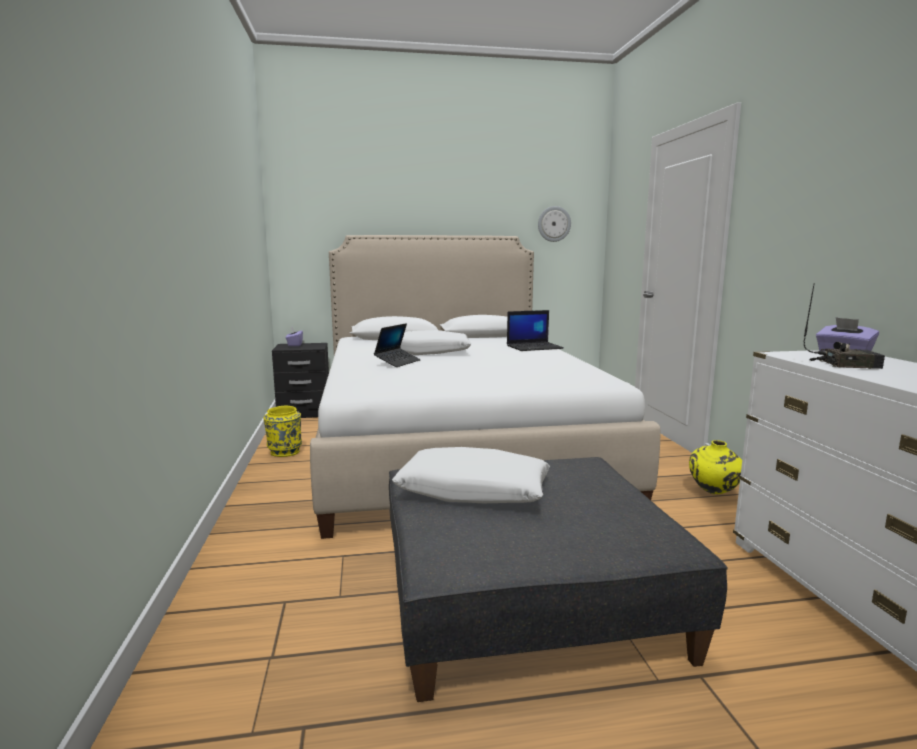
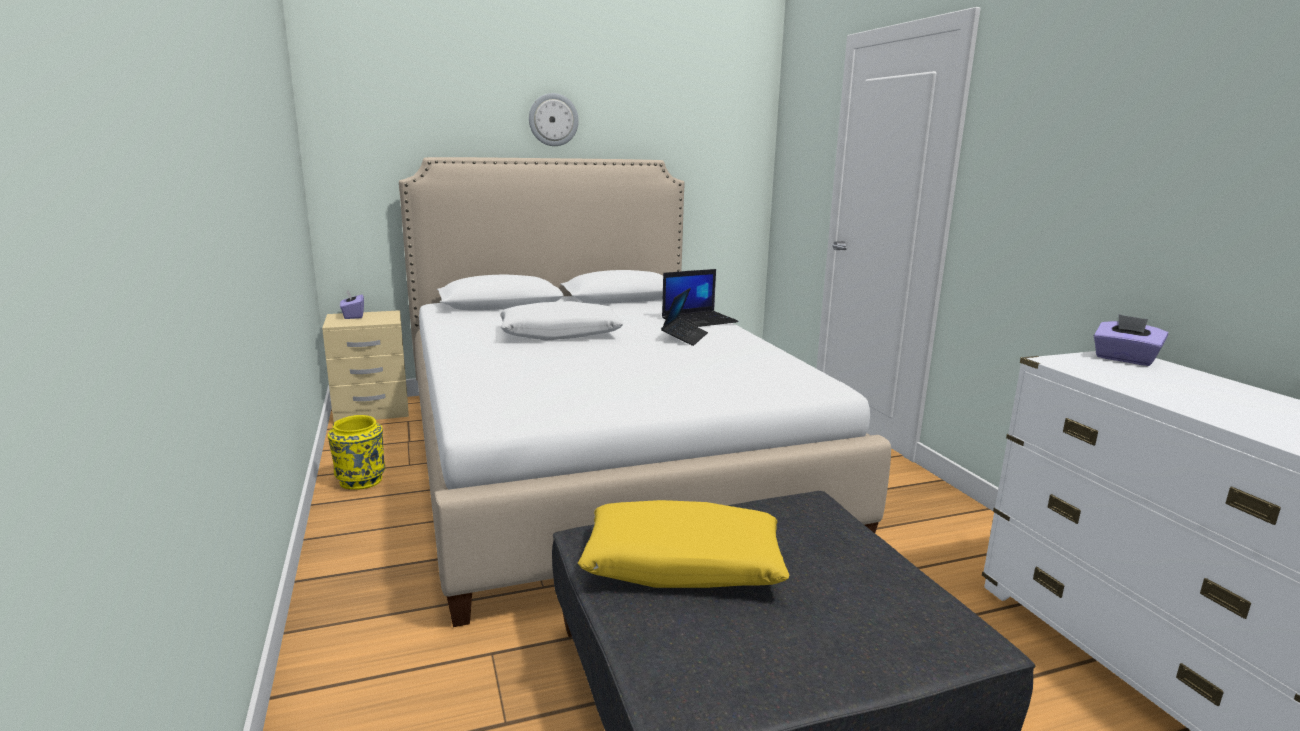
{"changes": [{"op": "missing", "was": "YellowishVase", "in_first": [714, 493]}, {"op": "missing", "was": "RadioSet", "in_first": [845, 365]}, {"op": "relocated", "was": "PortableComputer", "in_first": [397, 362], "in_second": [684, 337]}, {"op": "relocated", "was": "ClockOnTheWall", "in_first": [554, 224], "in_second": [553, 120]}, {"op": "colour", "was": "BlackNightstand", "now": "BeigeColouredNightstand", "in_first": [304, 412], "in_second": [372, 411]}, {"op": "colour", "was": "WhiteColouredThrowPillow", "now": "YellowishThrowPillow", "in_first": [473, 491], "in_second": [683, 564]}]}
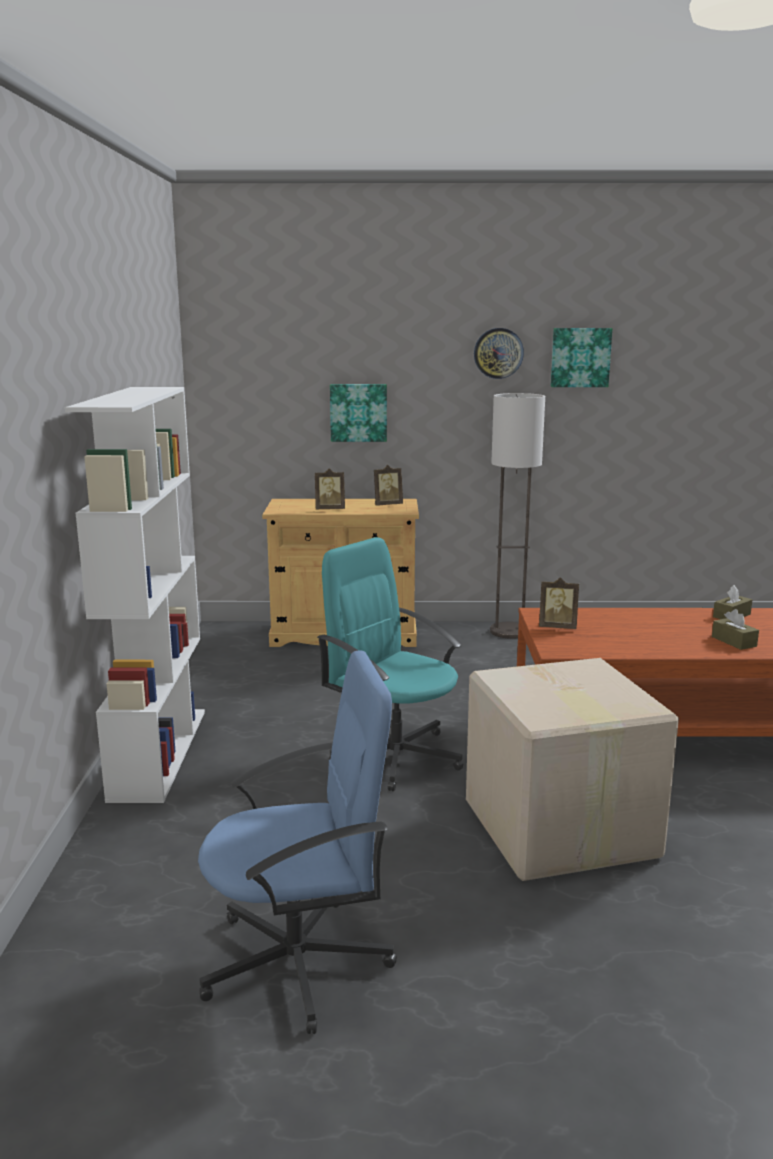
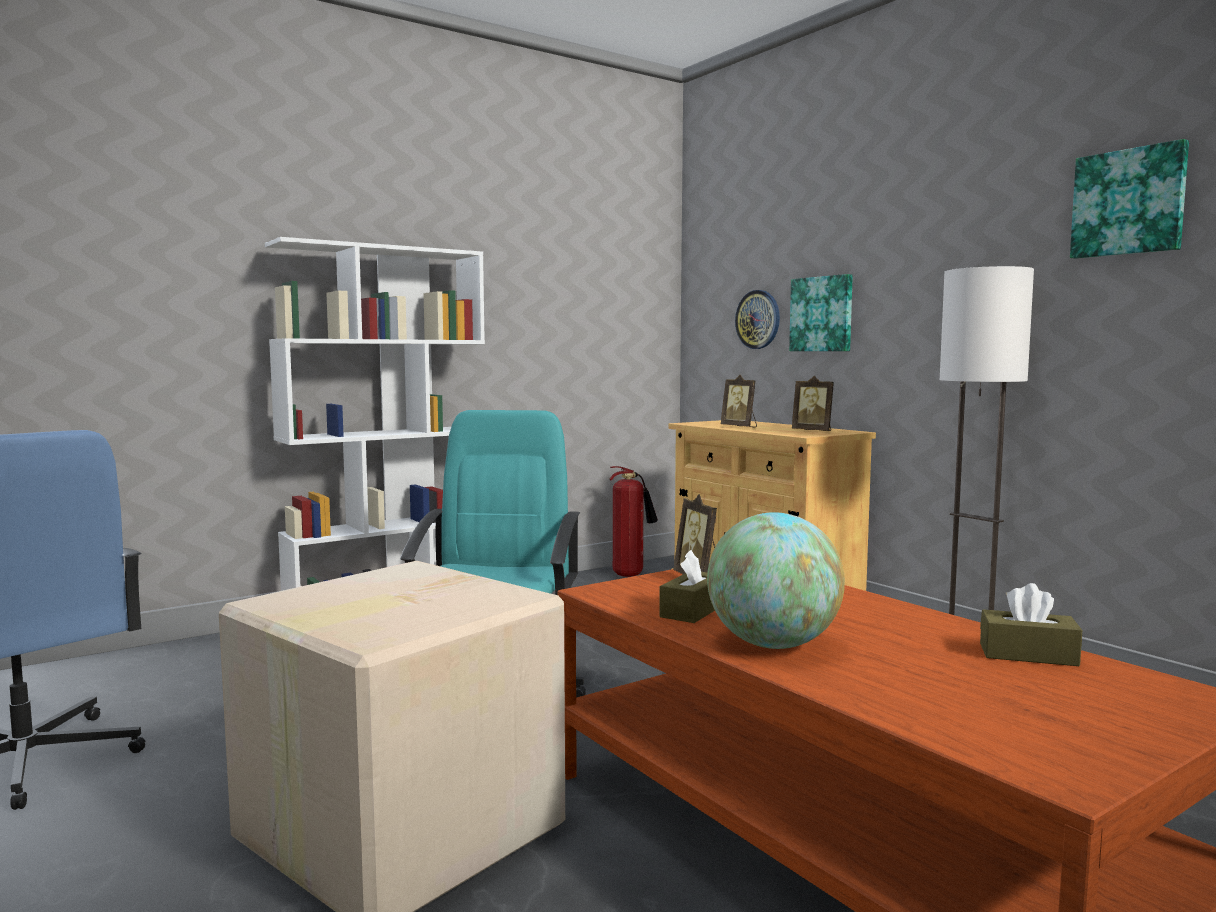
{"changes": [{"op": "appeared", "now": "FireExtinguisher", "in_second": [631, 574]}, {"op": "appeared", "now": "DeskGlobe", "in_second": [773, 645]}, {"op": "relocated", "was": "ClockOnTheWall", "in_first": [498, 353], "in_second": [758, 319]}, {"op": "relocated", "was": "BrownishTissueHolder", "in_first": [734, 641], "in_second": [692, 611]}]}
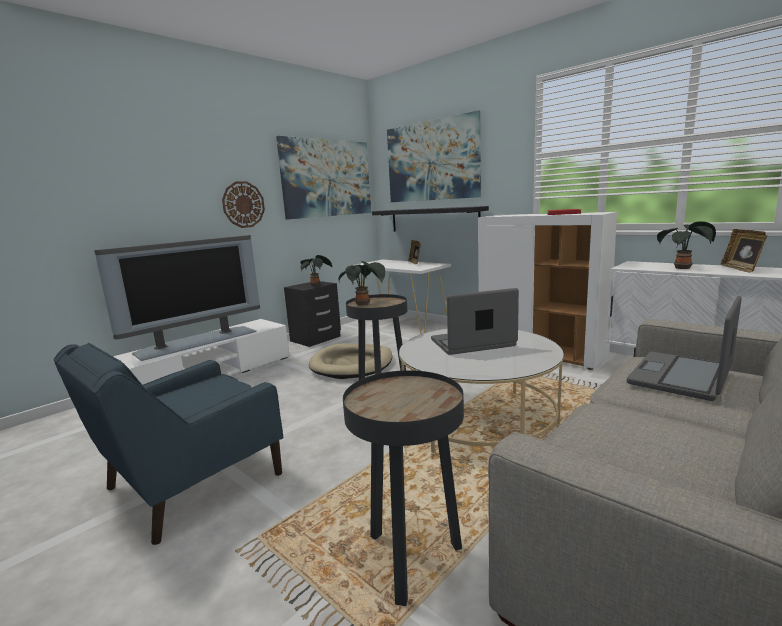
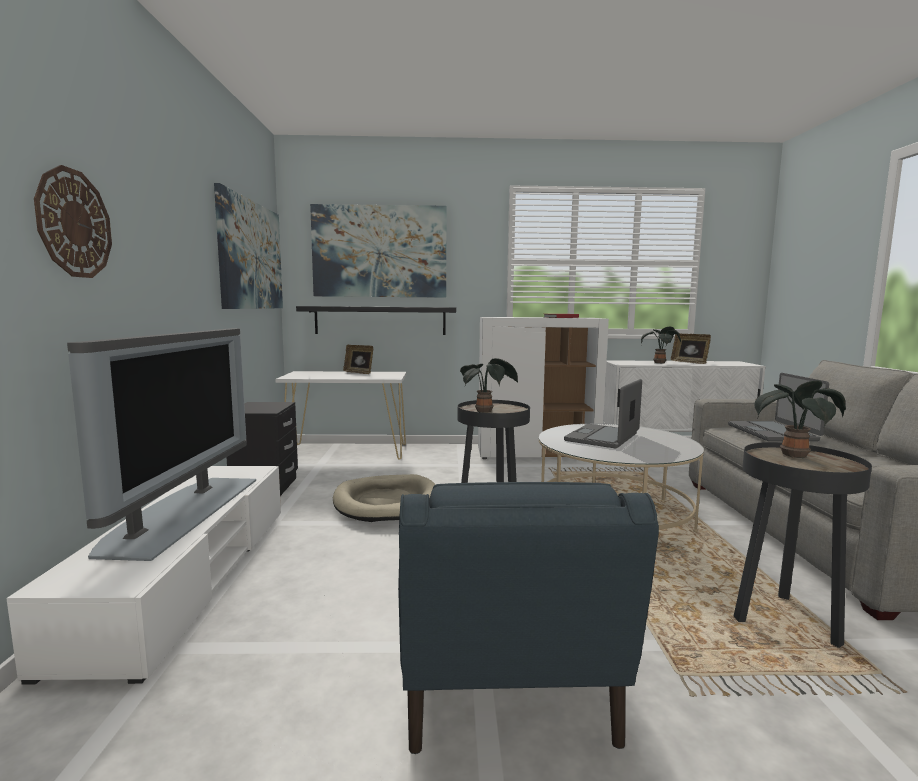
{"changes": [{"op": "relocated", "was": "ClockOnTheWall", "in_first": [243, 204], "in_second": [74, 223]}, {"op": "relocated", "was": "Houseplant", "in_first": [316, 285], "in_second": [794, 455]}]}
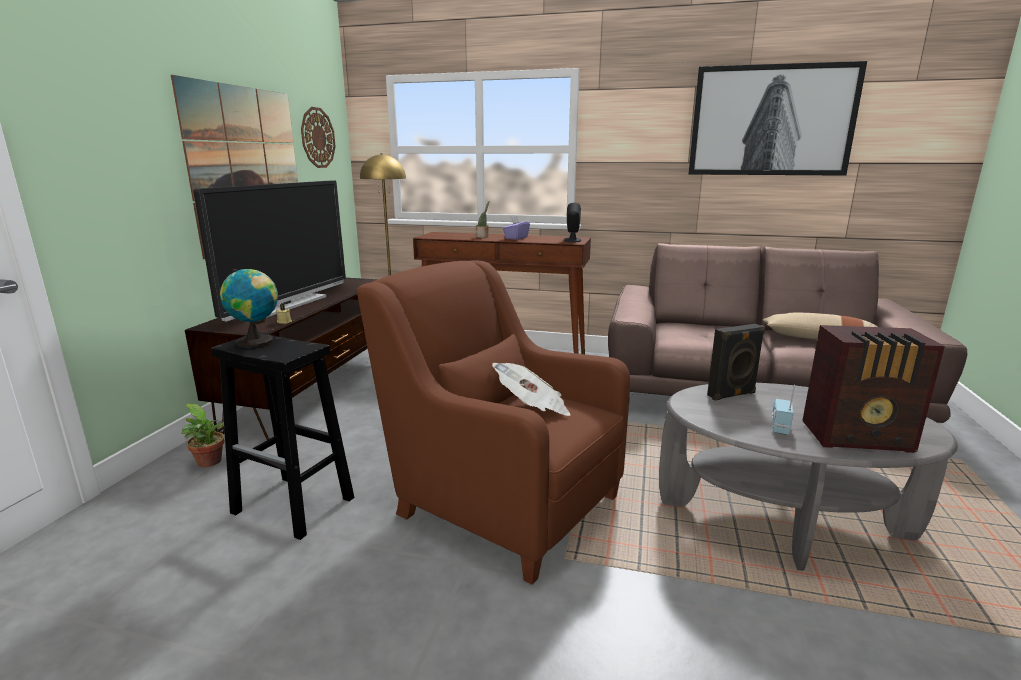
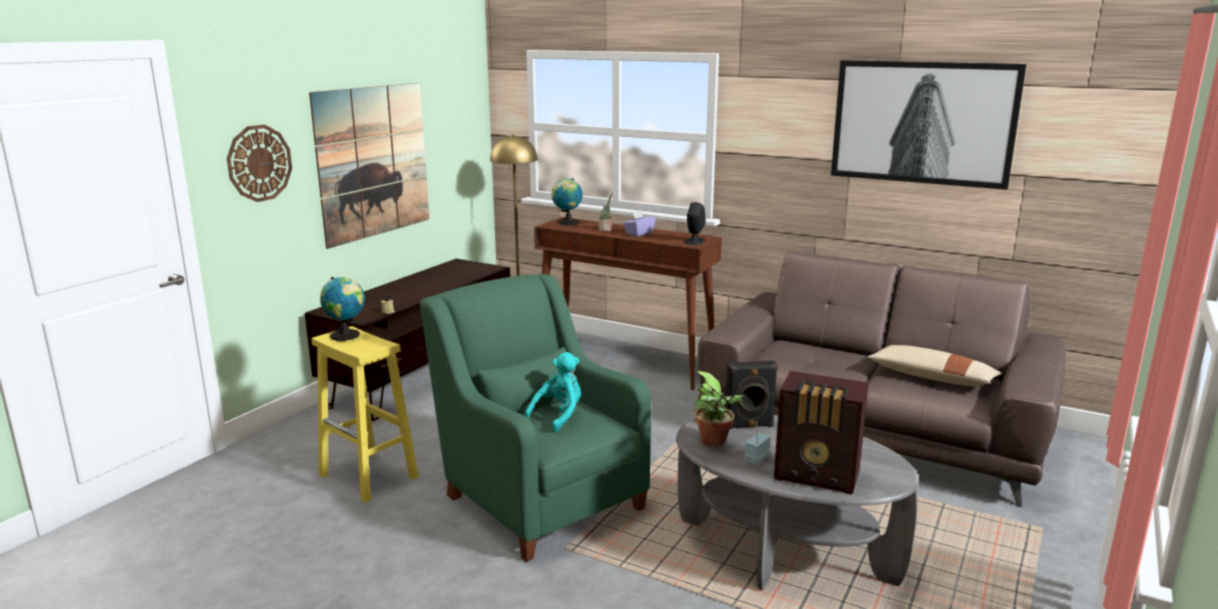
{"changes": [{"op": "missing", "was": "TvSet", "in_first": [286, 305]}, {"op": "appeared", "now": "DeskGlobe", "in_second": [567, 222]}, {"op": "relocated", "was": "Houseplant", "in_first": [211, 463], "in_second": [716, 442]}, {"op": "relocated", "was": "ClockOnTheWall", "in_first": [317, 138], "in_second": [259, 163]}, {"op": "exchanged", "was": "Newspaper", "now": "TurquoiseColouredCuddlyToy", "in_first": [532, 408], "in_second": [559, 416]}, {"op": "colour", "was": "BlackSittingStool", "now": "YellowishSittingStool", "in_first": [295, 505], "in_second": [370, 477]}, {"op": "colour", "was": "BrownishLoungeChair", "now": "GreenLoungeChair", "in_first": [501, 501], "in_second": [539, 497]}]}
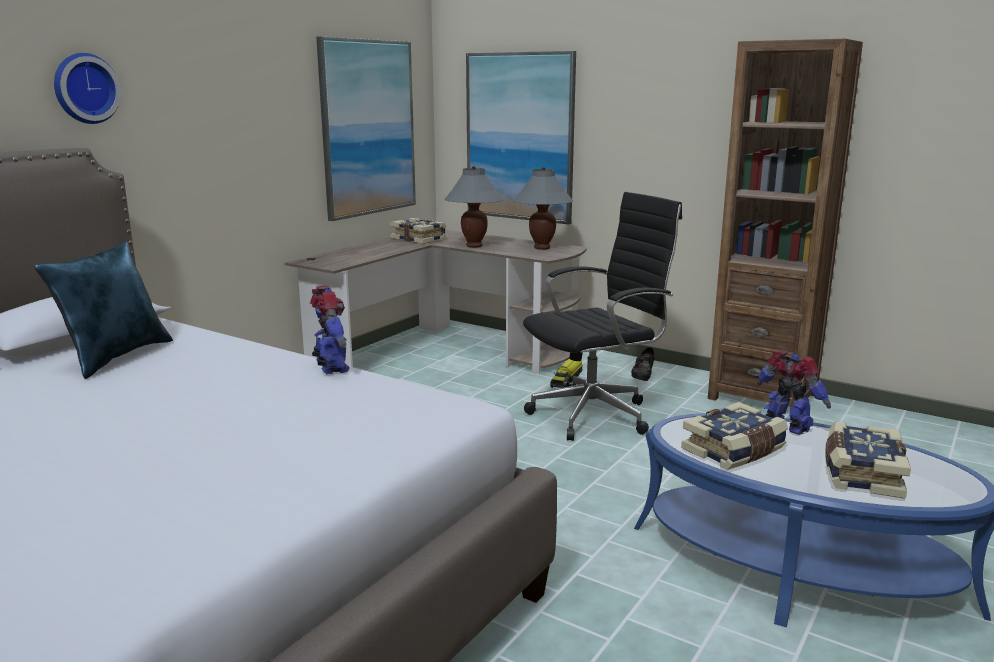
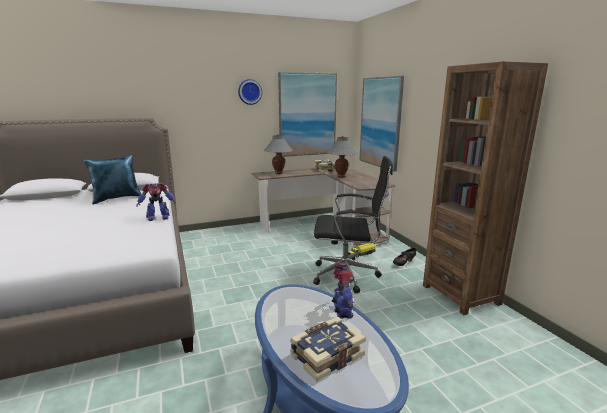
{"changes": [{"op": "missing", "was": "BoundBook", "in_first": [734, 451]}, {"op": "relocated", "was": "ClockOnTheWall", "in_first": [84, 88], "in_second": [249, 92]}, {"op": "relocated", "was": "GreyTabletopLamp", "in_first": [542, 248], "in_second": [279, 173]}, {"op": "spun", "was": "ToyRobot", "in_first": [331, 367], "in_second": [158, 218], "clockwise": 60}]}
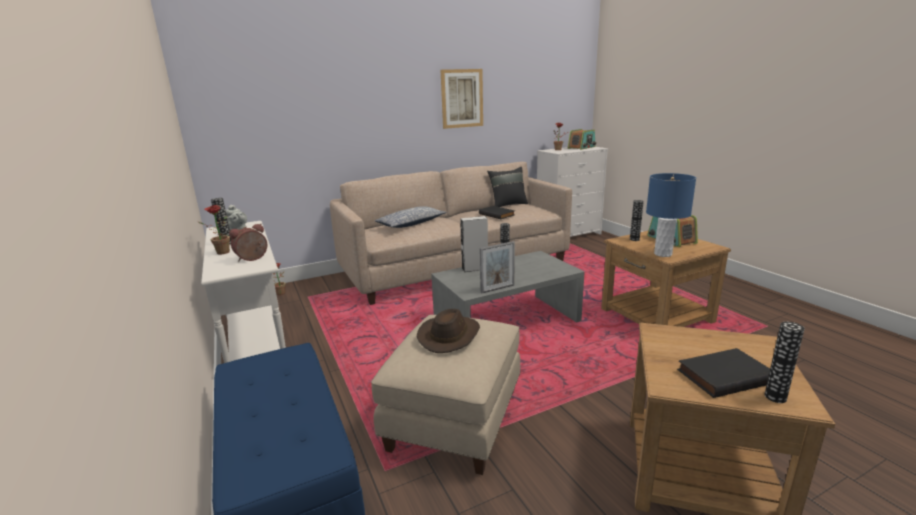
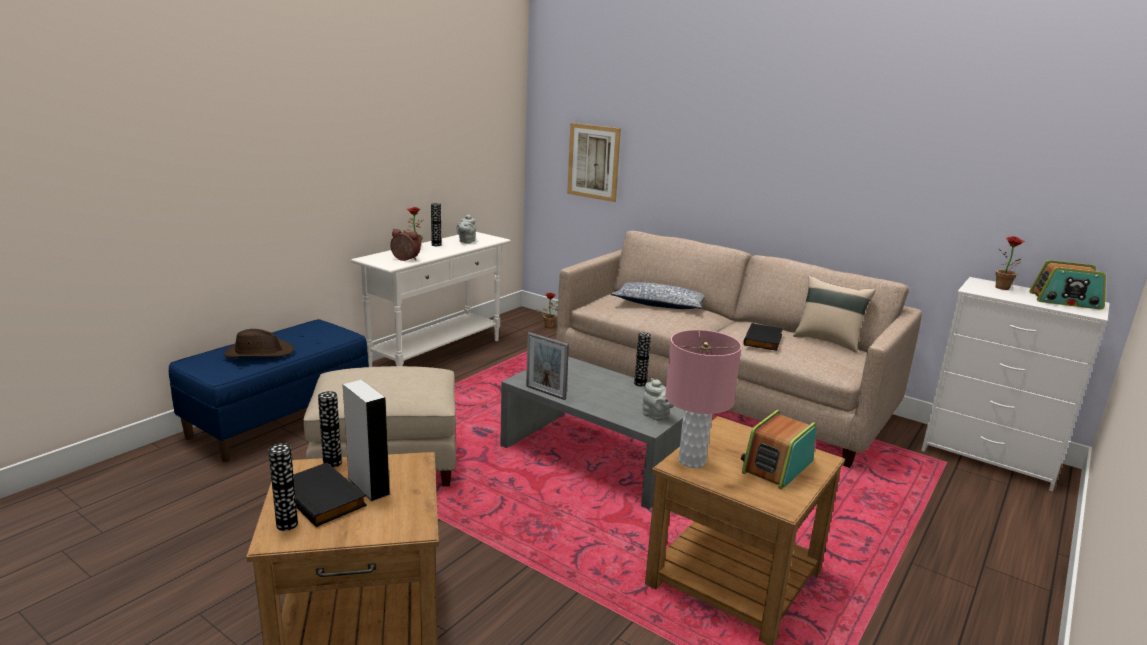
{"changes": [{"op": "appeared", "now": "GreyTeaPot", "in_second": [657, 416]}, {"op": "relocated", "was": "BrownishWearableHat", "in_first": [449, 335], "in_second": [259, 353]}, {"op": "relocated", "was": "Picture", "in_first": [462, 98], "in_second": [593, 162]}, {"op": "relocated", "was": "GreyAudioSpeaker", "in_first": [475, 269], "in_second": [368, 486]}, {"op": "relocated", "was": "Vase", "in_first": [634, 239], "in_second": [332, 463]}, {"op": "colour", "was": "BlackThrowPillow", "now": "BeigeColouredThrowPillow", "in_first": [507, 205], "in_second": [828, 341]}, {"op": "colour", "was": "BlueTabletopLamp", "now": "PinkishTabletopLamp", "in_first": [662, 254], "in_second": [691, 461]}]}
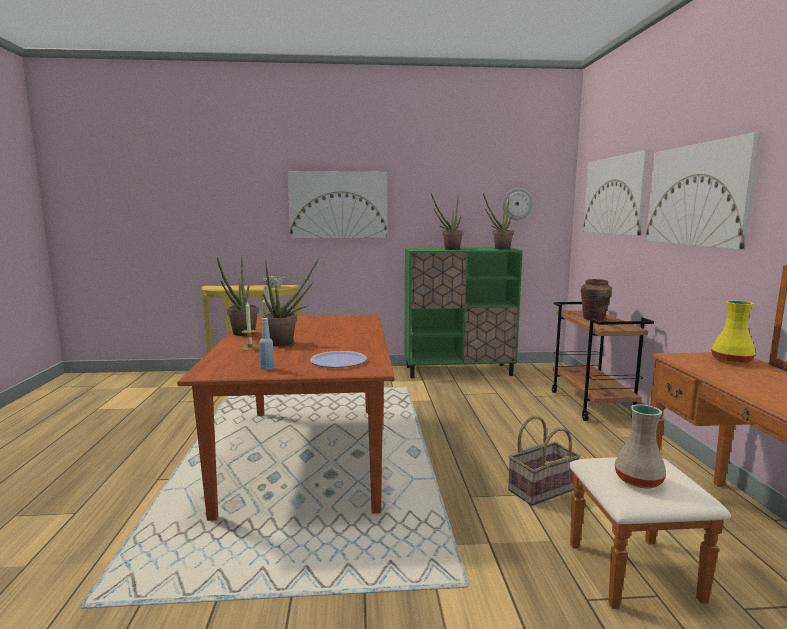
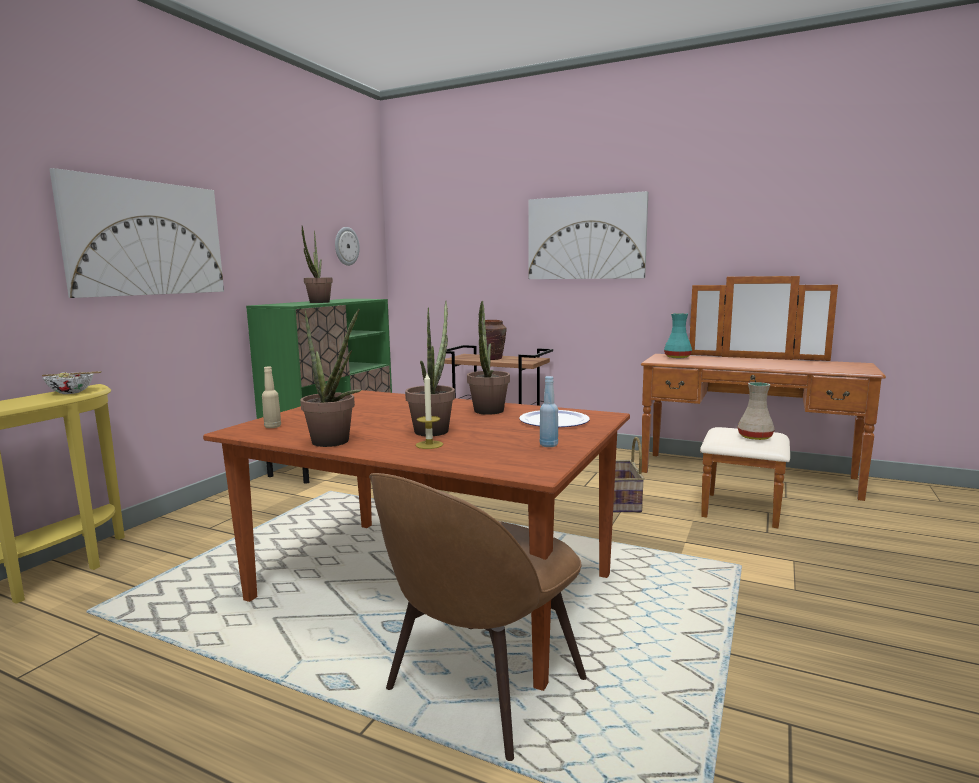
{"changes": [{"op": "missing", "was": "Picture", "in_first": [614, 195]}, {"op": "appeared", "now": "BrownishPlainChair", "in_second": [481, 689]}, {"op": "relocated", "was": "Houseplant", "in_first": [499, 249], "in_second": [488, 412]}, {"op": "colour", "was": "YellowishVase", "now": "TurquoiseColouredVase", "in_first": [731, 361], "in_second": [676, 357]}]}
